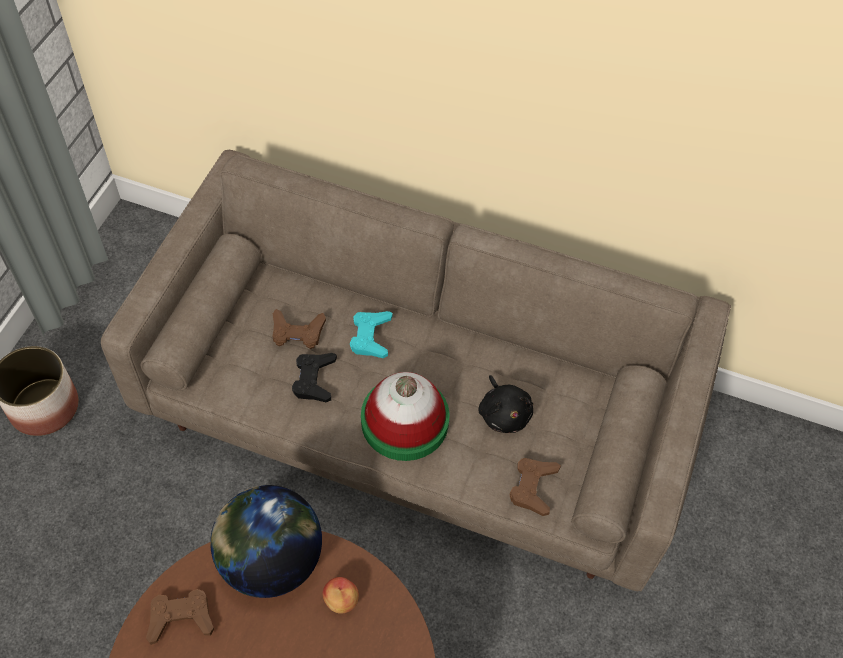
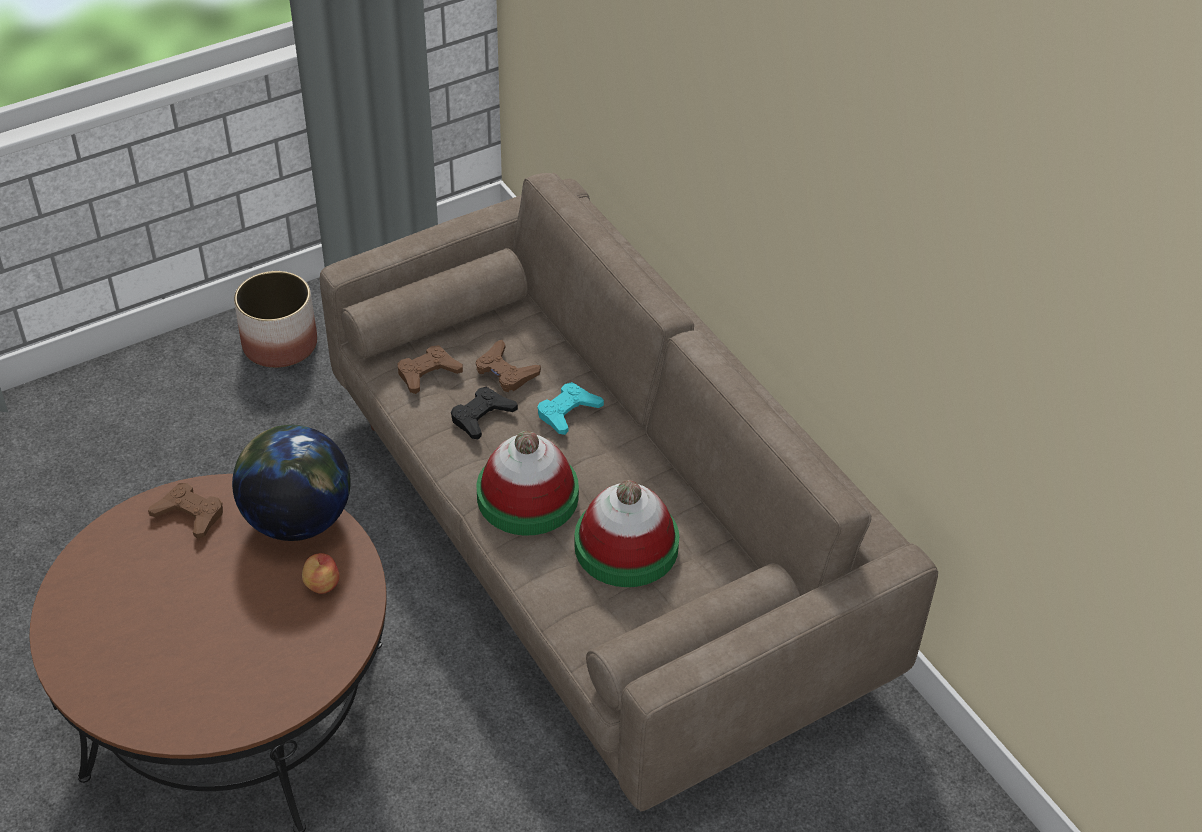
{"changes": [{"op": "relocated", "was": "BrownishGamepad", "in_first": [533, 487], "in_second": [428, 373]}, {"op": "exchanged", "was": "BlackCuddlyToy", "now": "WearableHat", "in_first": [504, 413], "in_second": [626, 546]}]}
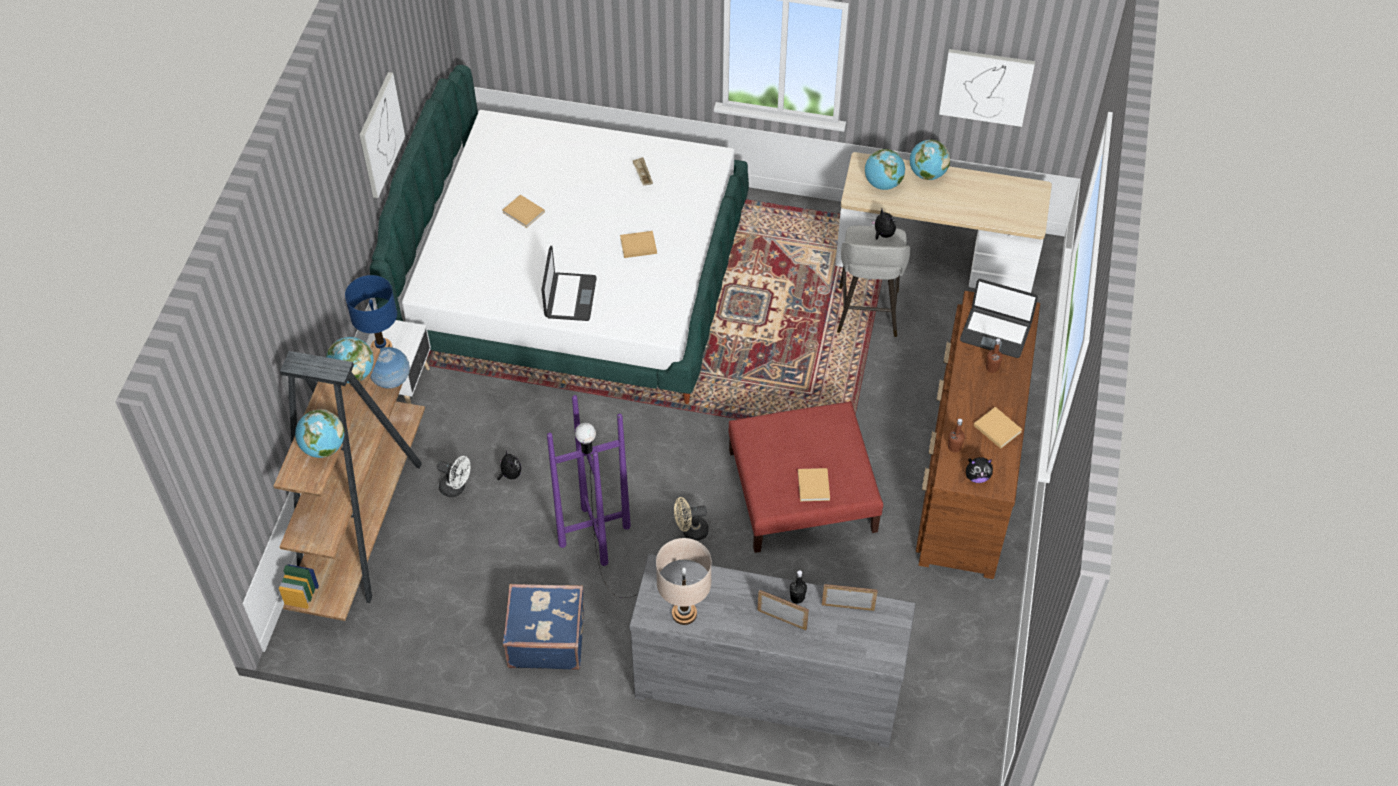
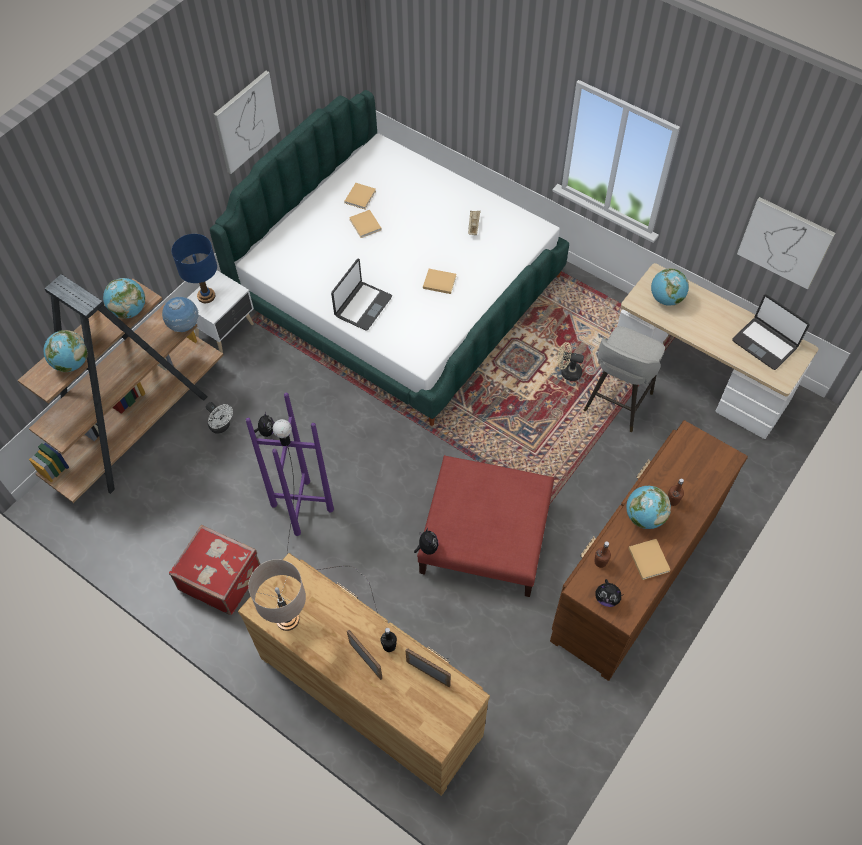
{"changes": [{"op": "relocated", "was": "BeigeColouredCoolingFan", "in_first": [690, 531], "in_second": [567, 372]}, {"op": "relocated", "was": "BeigeColouredBoundBook", "in_first": [813, 484], "in_second": [360, 196]}, {"op": "relocated", "was": "CuddlyToy", "in_first": [882, 234], "in_second": [427, 548]}, {"op": "relocated", "was": "DeskGlobe", "in_first": [927, 174], "in_second": [644, 517]}, {"op": "relocated", "was": "PortableComputer", "in_first": [995, 332], "in_second": [765, 343]}, {"op": "colour", "was": "BlueSuitcase", "now": "RedSuitcase", "in_first": [546, 638], "in_second": [221, 577]}, {"op": "colour", "was": "GreyChestOfDrawers", "now": "BrownishChestOfDrawers", "in_first": [767, 685], "in_second": [370, 694]}]}
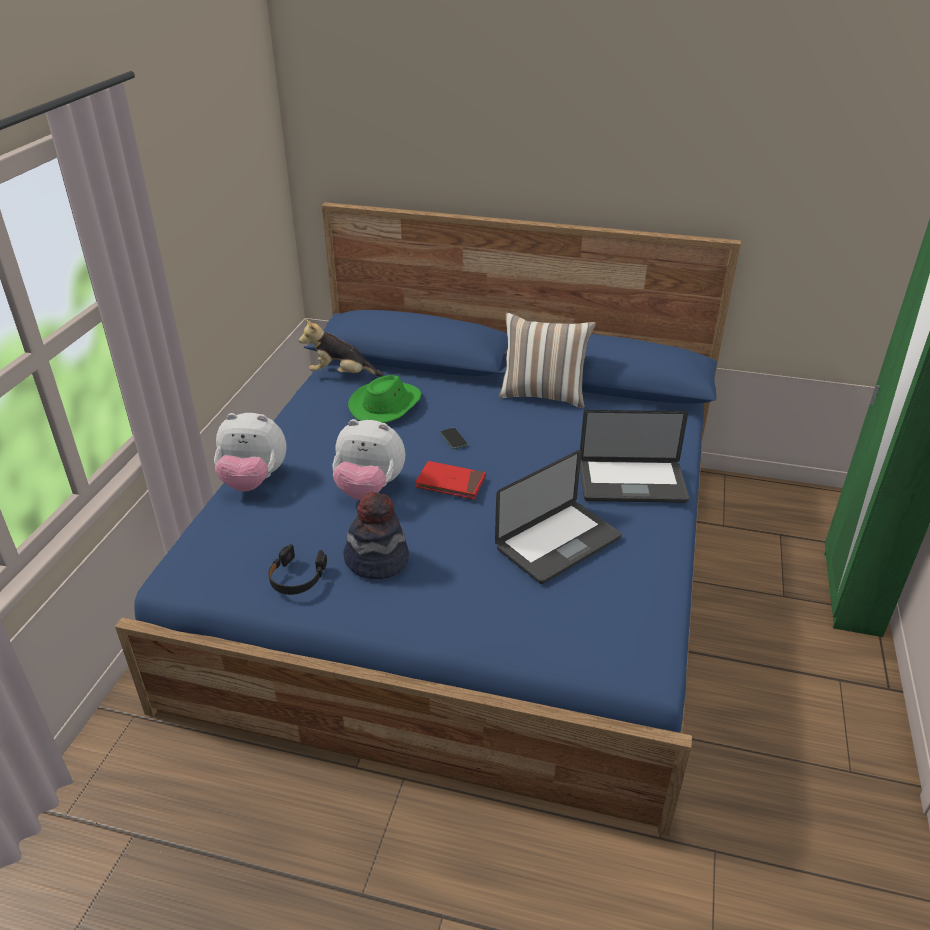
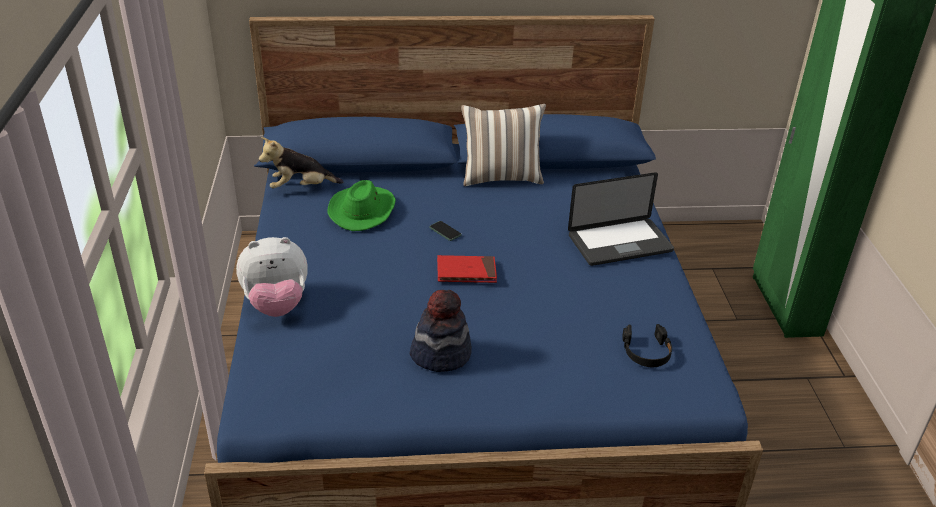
{"changes": [{"op": "missing", "was": "CuddlyToy", "in_first": [369, 489]}, {"op": "missing", "was": "PortableComputer", "in_first": [558, 543]}, {"op": "relocated", "was": "BlackHeadset", "in_first": [296, 577], "in_second": [646, 352]}]}
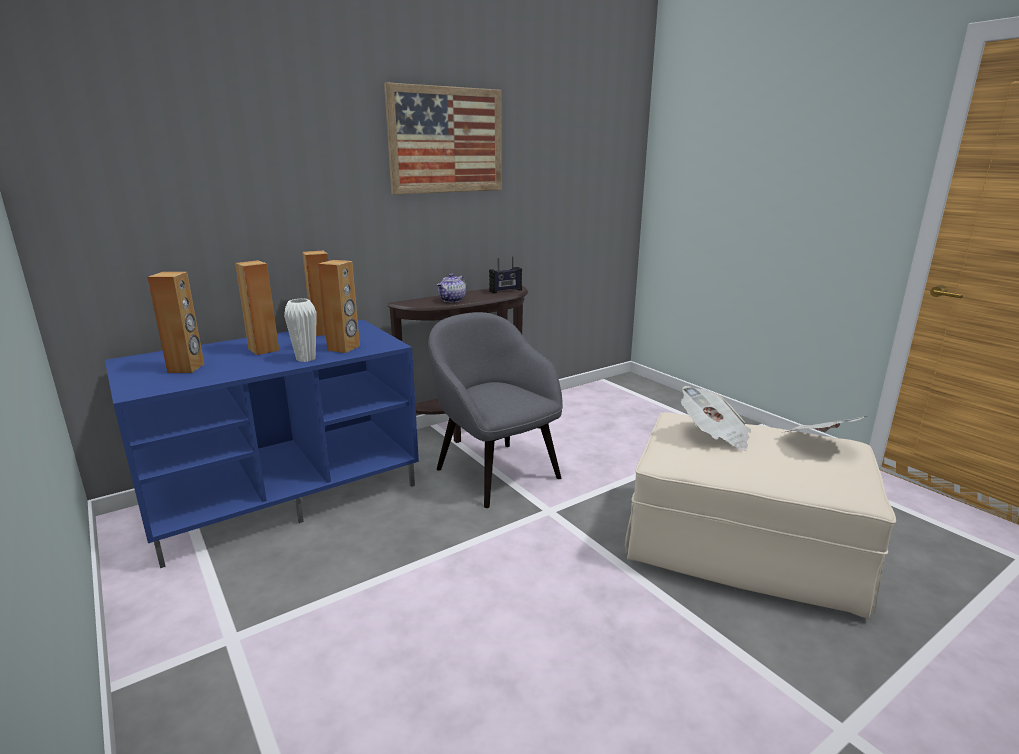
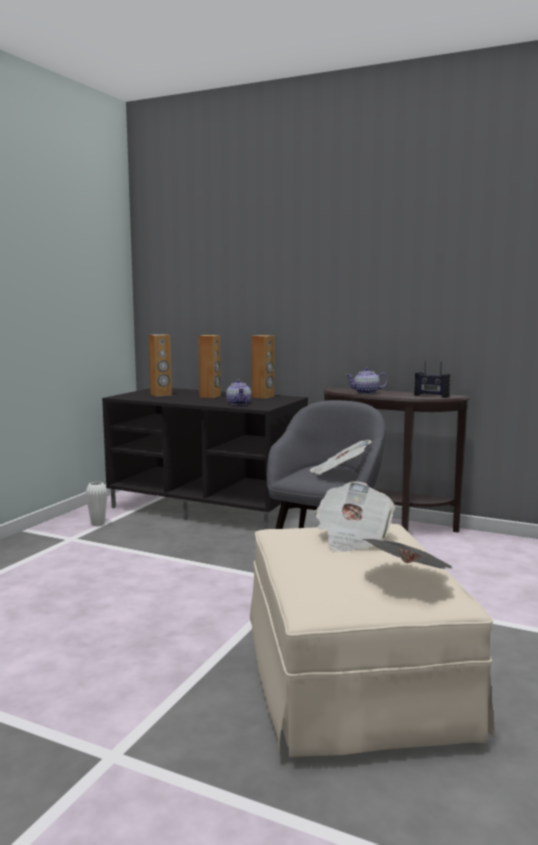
{"changes": [{"op": "missing", "was": "Picture", "in_first": [446, 140]}, {"op": "appeared", "now": "Newspaper", "in_second": [338, 473]}, {"op": "relocated", "was": "WhiteColouredVase", "in_first": [306, 359], "in_second": [98, 524]}, {"op": "exchanged", "was": "BrownishAudioSpeaker", "now": "TeaPot", "in_first": [344, 348], "in_second": [239, 403]}, {"op": "colour", "was": "BlueMediaConsole", "now": "BlackMediaConsole", "in_first": [286, 494], "in_second": [209, 507]}]}
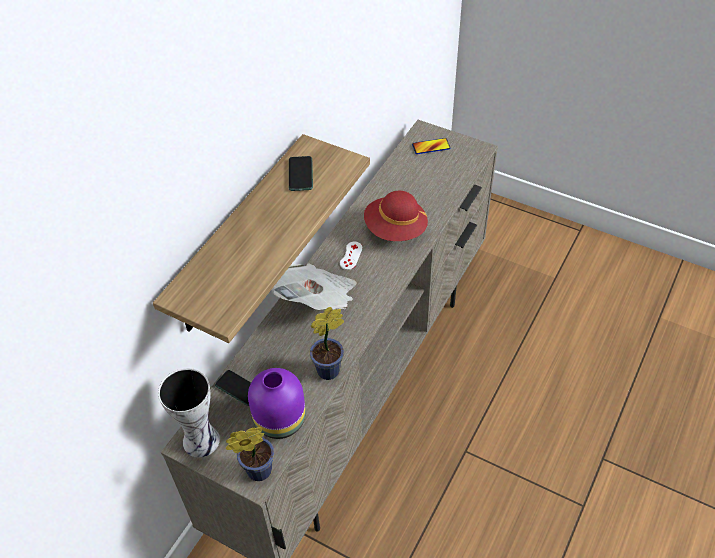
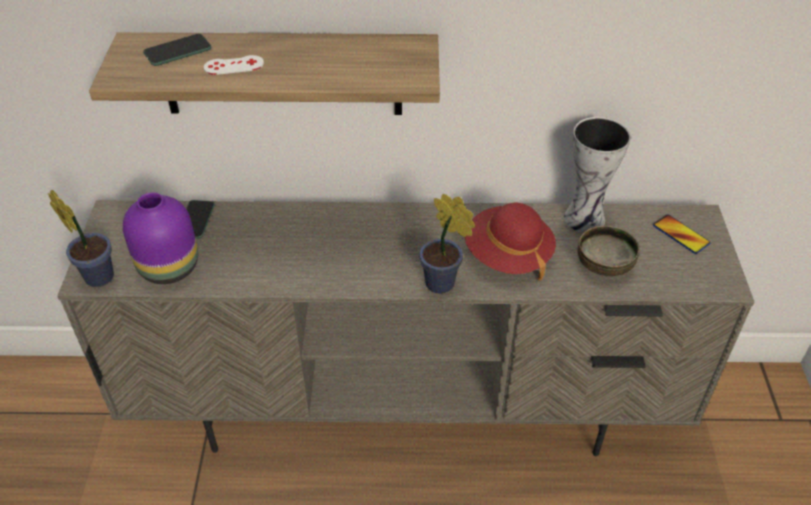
{"changes": [{"op": "missing", "was": "Newspaper", "in_first": [315, 300]}, {"op": "appeared", "now": "ServingBowl", "in_second": [604, 266]}, {"op": "relocated", "was": "Vase", "in_first": [202, 439], "in_second": [586, 218]}, {"op": "relocated", "was": "Handset", "in_first": [300, 174], "in_second": [177, 51]}, {"op": "relocated", "was": "Houseplant", "in_first": [331, 369], "in_second": [443, 285]}, {"op": "relocated", "was": "WhiteColouredGamepad", "in_first": [351, 256], "in_second": [234, 65]}]}
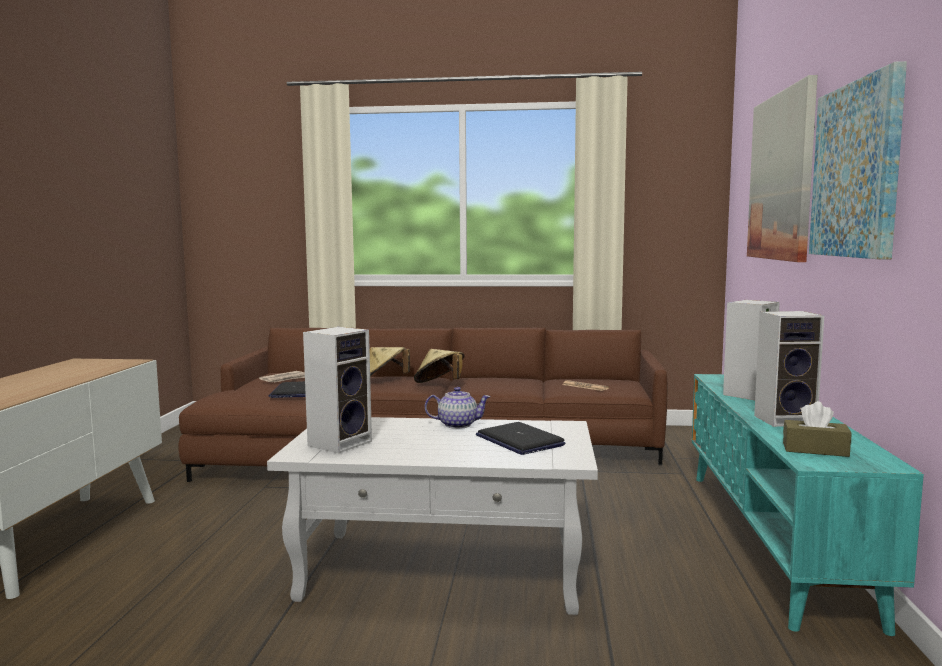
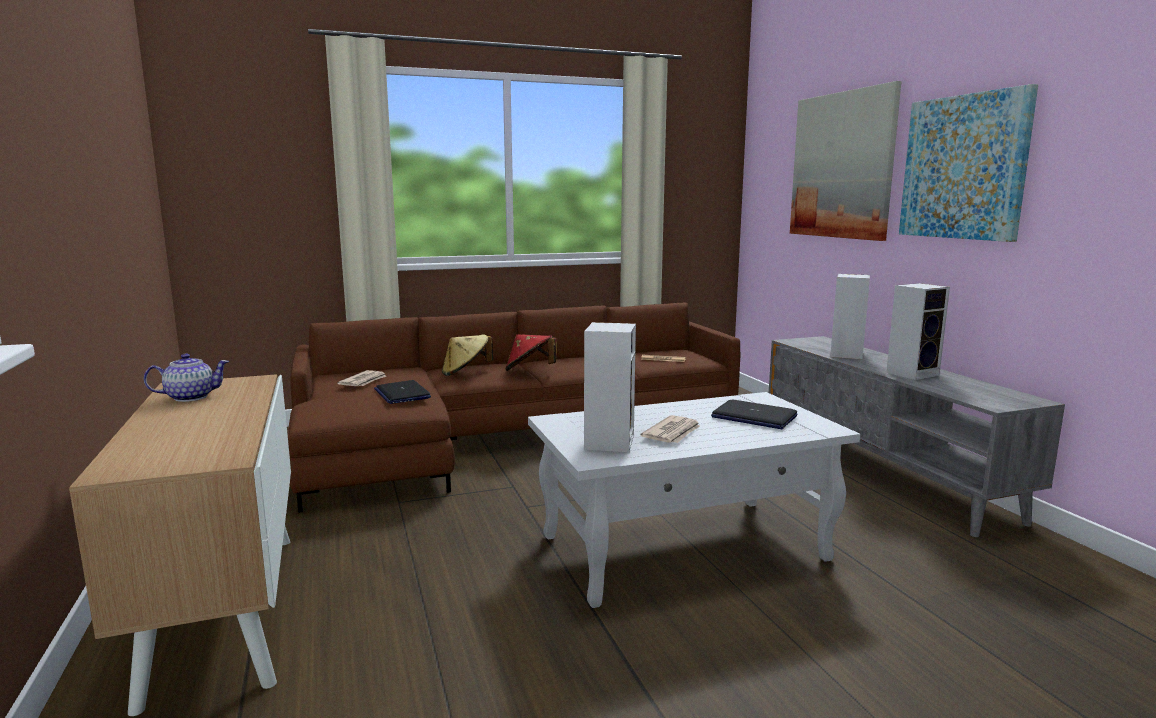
{"changes": [{"op": "missing", "was": "BrownishTissueHolder", "in_first": [815, 450]}, {"op": "appeared", "now": "Newspaper", "in_second": [673, 433]}, {"op": "relocated", "was": "TeaPot", "in_first": [457, 425], "in_second": [190, 397]}, {"op": "colour", "was": "BeigeColouredWearableHat", "now": "RedWearableHat", "in_first": [439, 384], "in_second": [529, 370]}, {"op": "colour", "was": "TurquoiseColouredMediaConsole", "now": "GreyMediaConsole", "in_first": [773, 539], "in_second": [882, 471]}]}
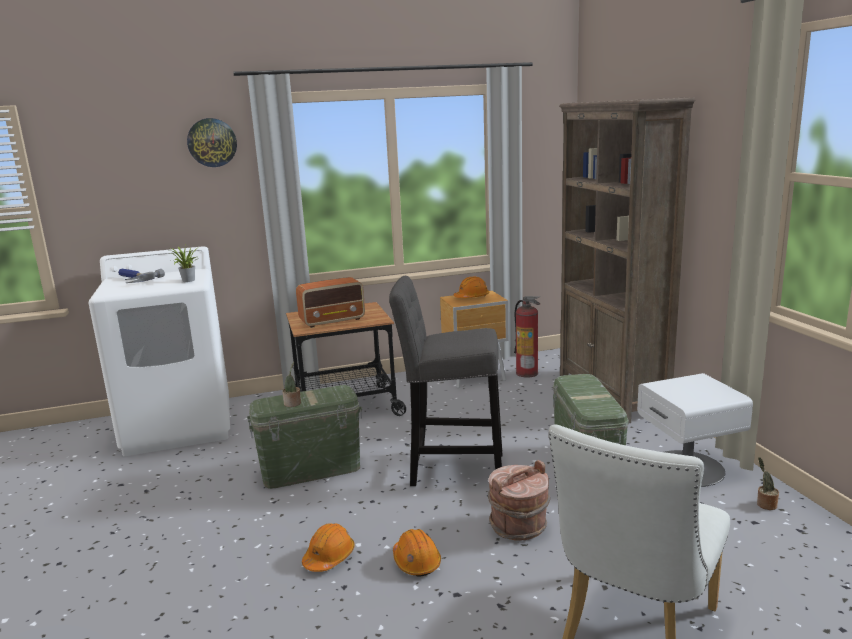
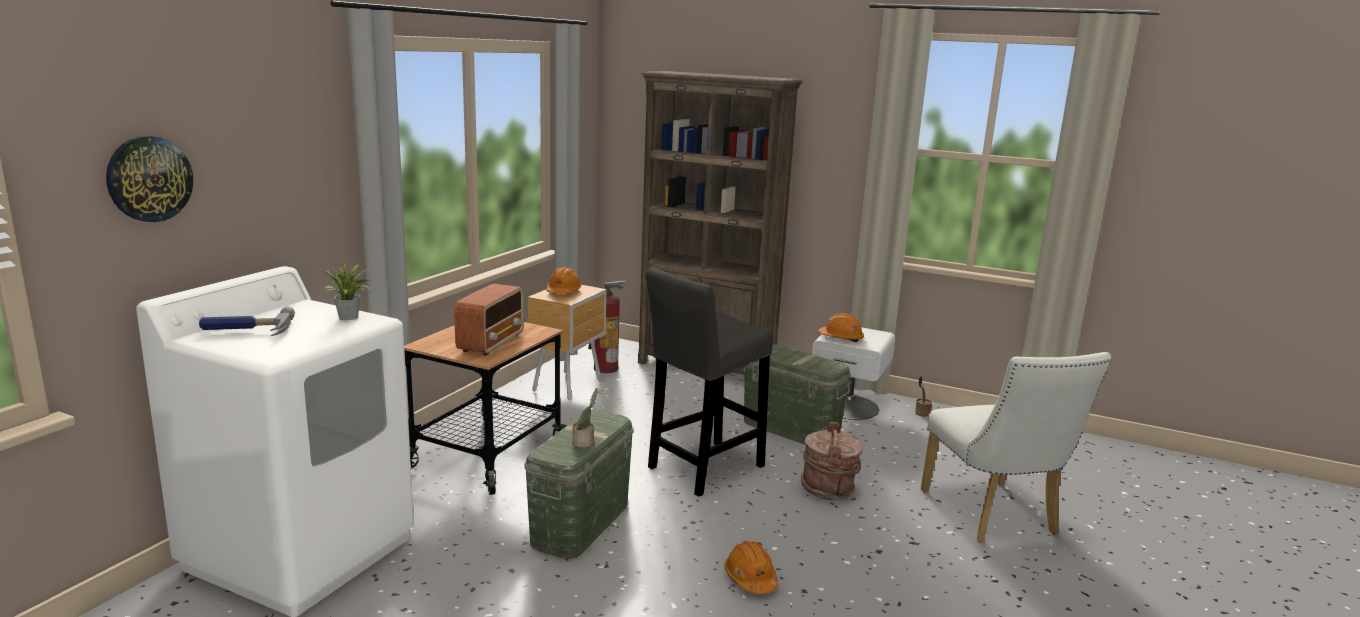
{"changes": [{"op": "relocated", "was": "ClockOnTheWall", "in_first": [212, 142], "in_second": [149, 179]}, {"op": "relocated", "was": "OrangeWorkHelmet", "in_first": [416, 562], "in_second": [841, 338]}]}
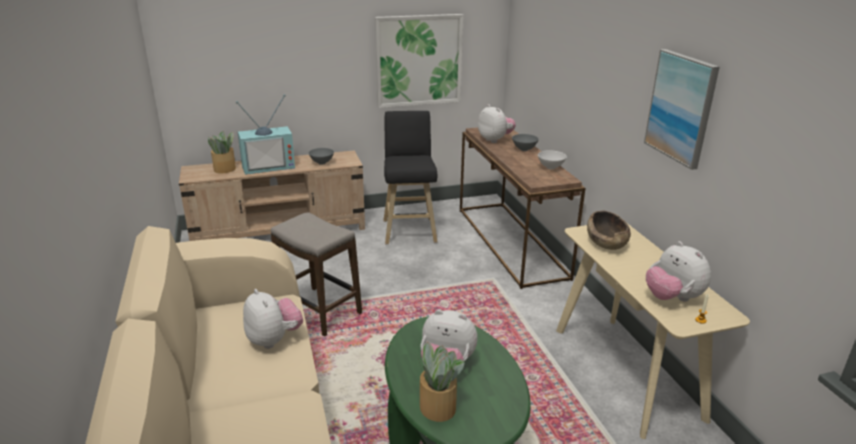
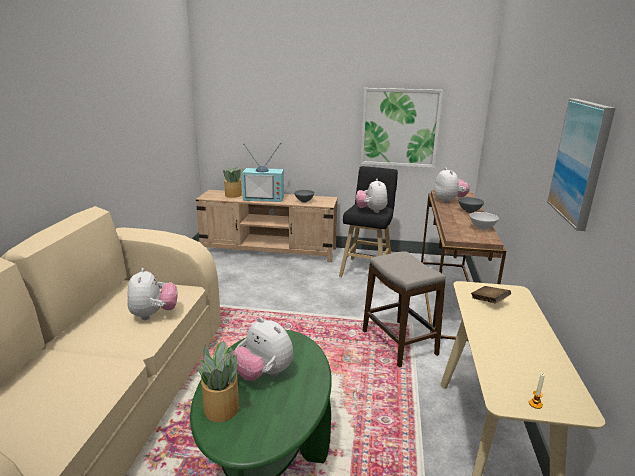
{"changes": [{"op": "relocated", "was": "SittingStool", "in_first": [319, 311], "in_second": [399, 343]}, {"op": "relocated", "was": "CuddlyToy", "in_first": [672, 298], "in_second": [371, 211]}, {"op": "exchanged", "was": "BrownishServingBowl", "now": "BrownishBoundBook", "in_first": [606, 242], "in_second": [489, 301]}]}
